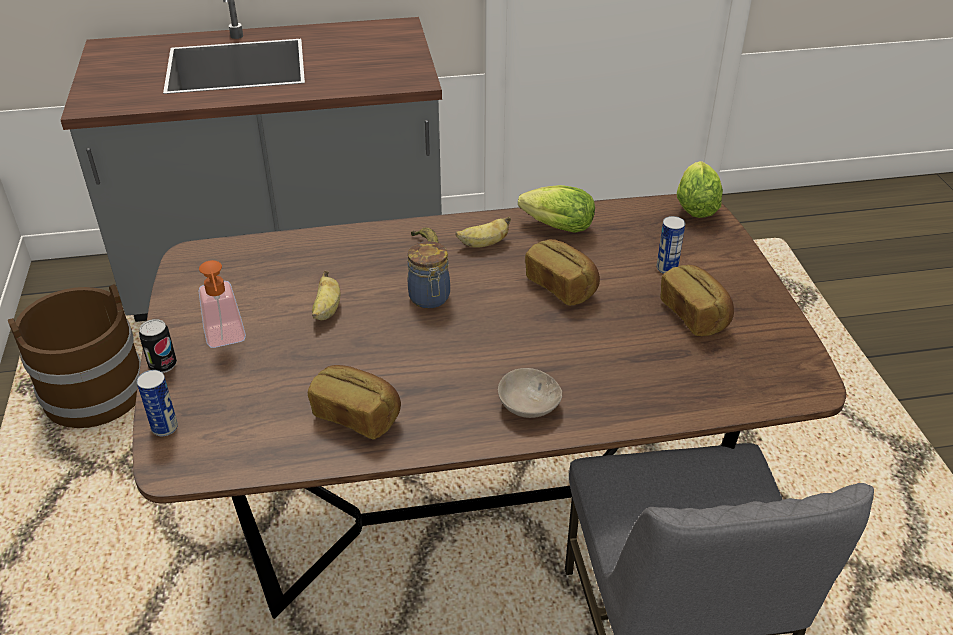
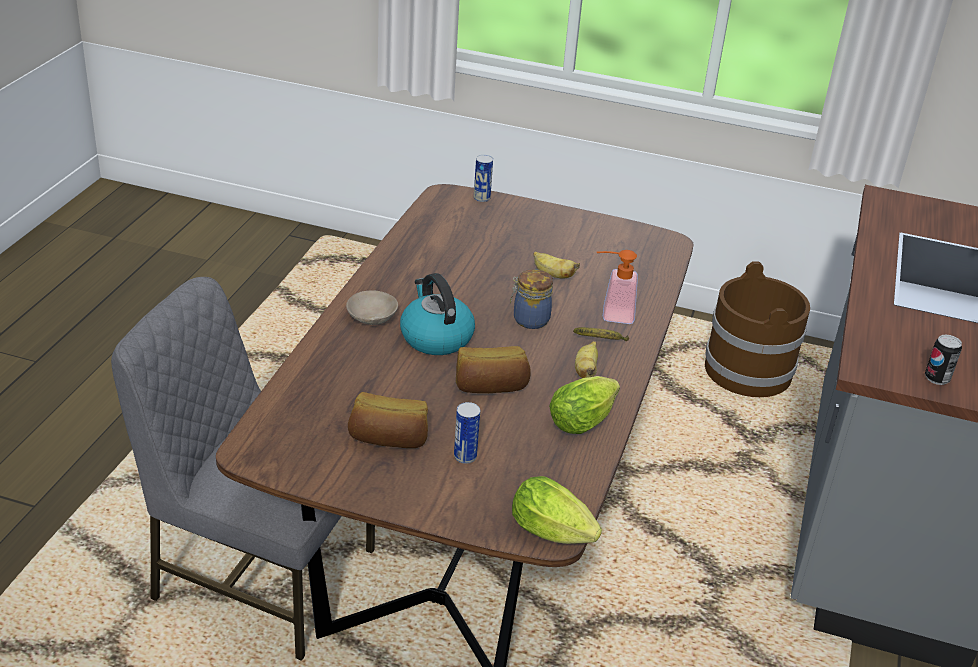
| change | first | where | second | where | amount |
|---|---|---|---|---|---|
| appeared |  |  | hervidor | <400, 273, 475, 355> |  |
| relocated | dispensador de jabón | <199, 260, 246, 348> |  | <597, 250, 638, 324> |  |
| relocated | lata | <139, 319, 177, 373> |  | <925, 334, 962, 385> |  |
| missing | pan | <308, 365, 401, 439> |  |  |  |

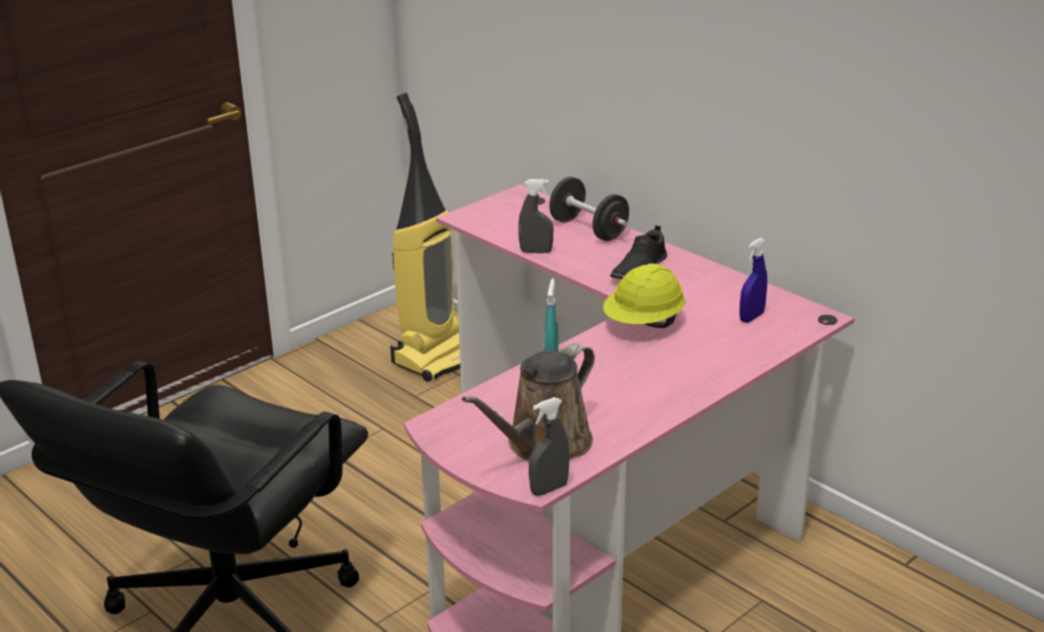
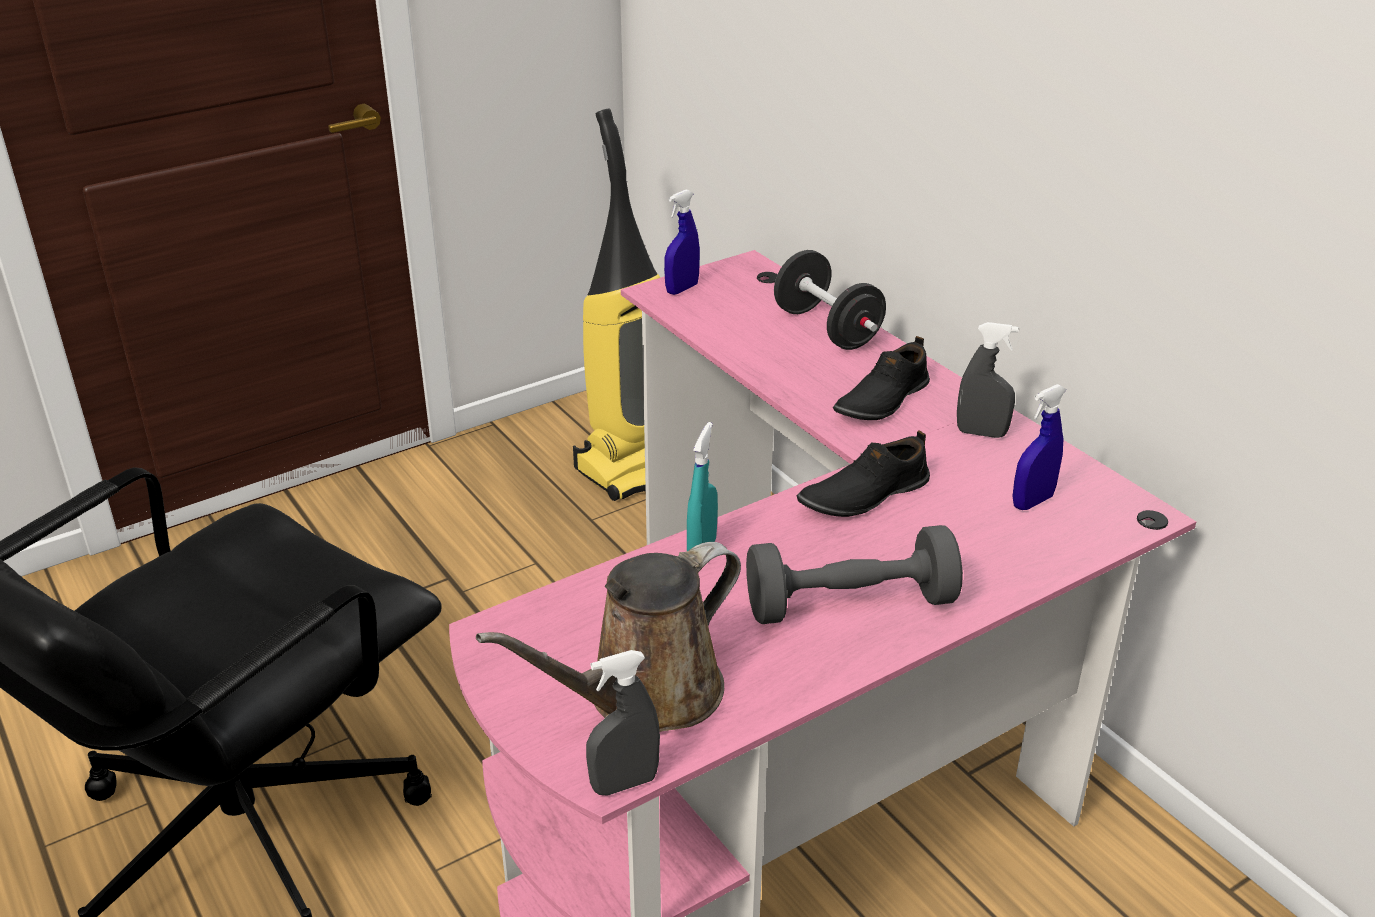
| change | first | where | second | where | amount |
|---|---|---|---|---|---|
| appeared |  |  | pulverizador (azul) | <664, 190, 700, 295> |  |
| appeared |  |  | mancuerna (gris) | <746, 525, 963, 624> |  |
| exchanged | casco (amarillo) | <603, 263, 685, 328> | zapato (negro) | <796, 430, 930, 517> |  |
| relocated | pulverizador (gris) | <518, 179, 553, 254> |  | <957, 322, 1019, 438> |  |

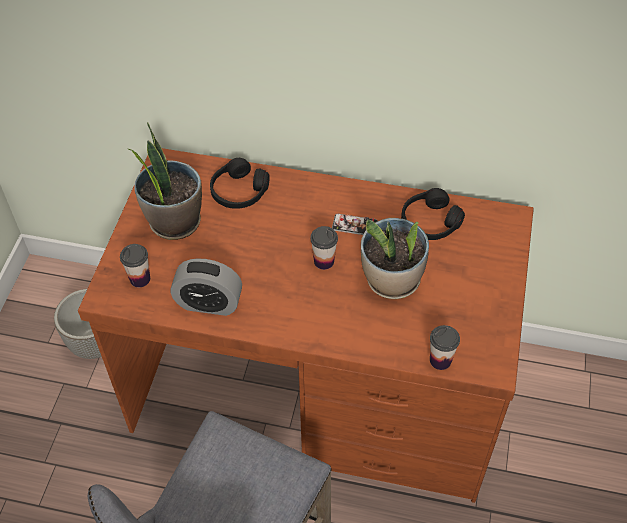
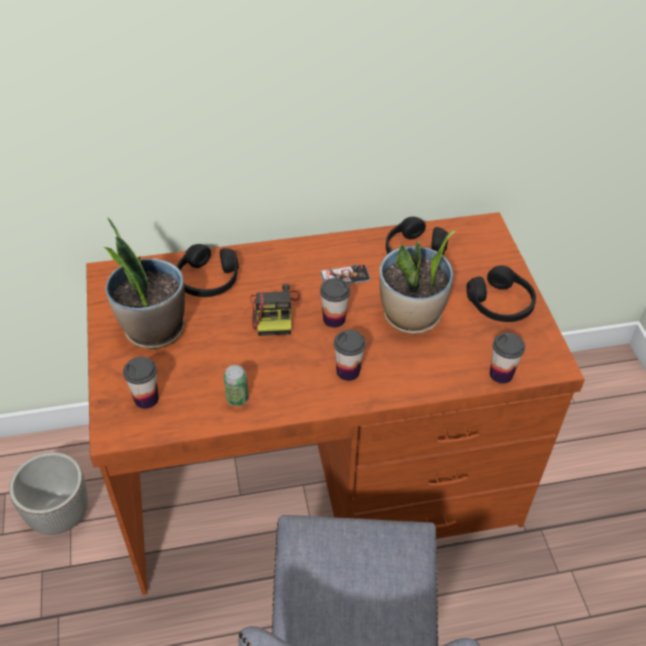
| change | first | where | second | where | amount |
|---|---|---|---|---|---|
| exchanged | despertador | <171, 258, 242, 316> | lata | <224, 365, 249, 406> |  |
| appeared |  |  | cámara | <250, 284, 300, 336> |  |
| appeared |  |  | taza | <334, 330, 366, 381> |  |
| appeared |  |  | auriculares (negro) | <466, 265, 536, 322> |  |

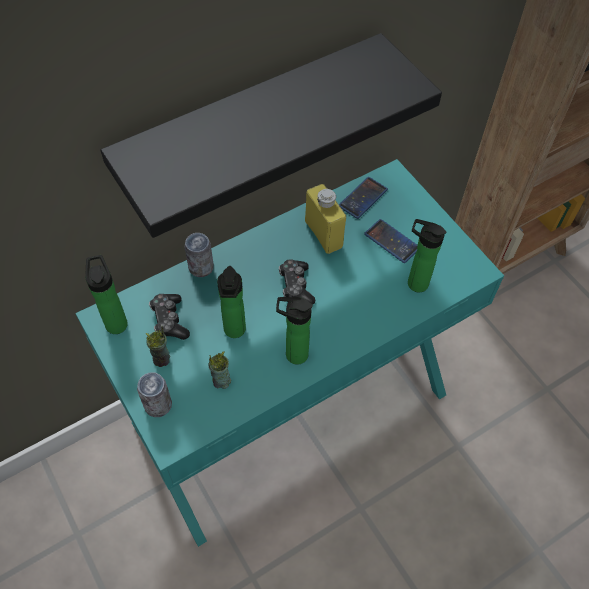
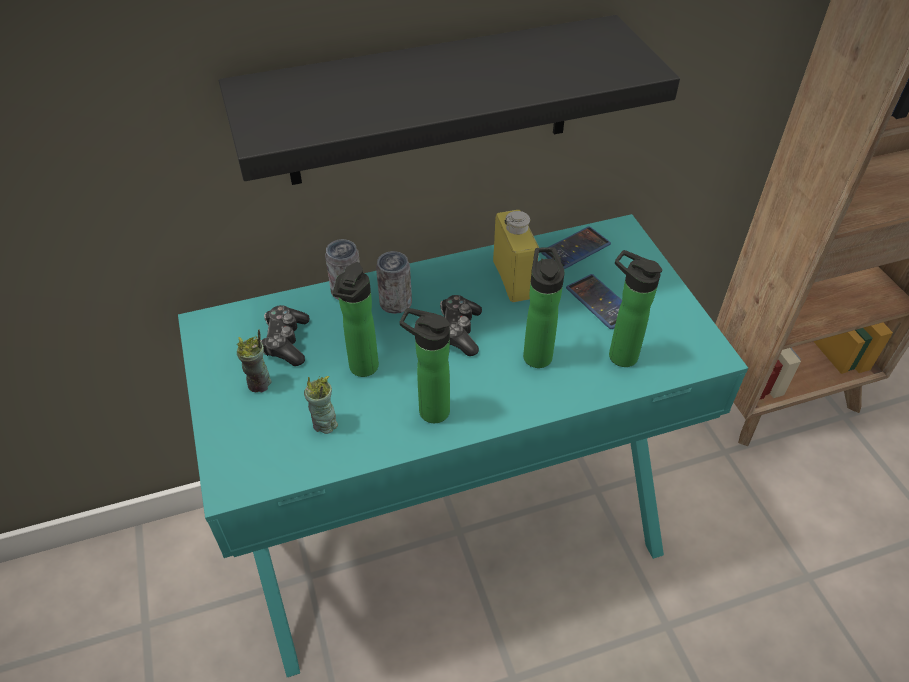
| change | first | where | second | where | amount |
|---|---|---|---|---|---|
| relocated | lata | <137, 372, 172, 417> |  | <376, 251, 412, 314> |  |
| relocated | botella | <85, 255, 128, 334> |  | <523, 247, 565, 368> |  |

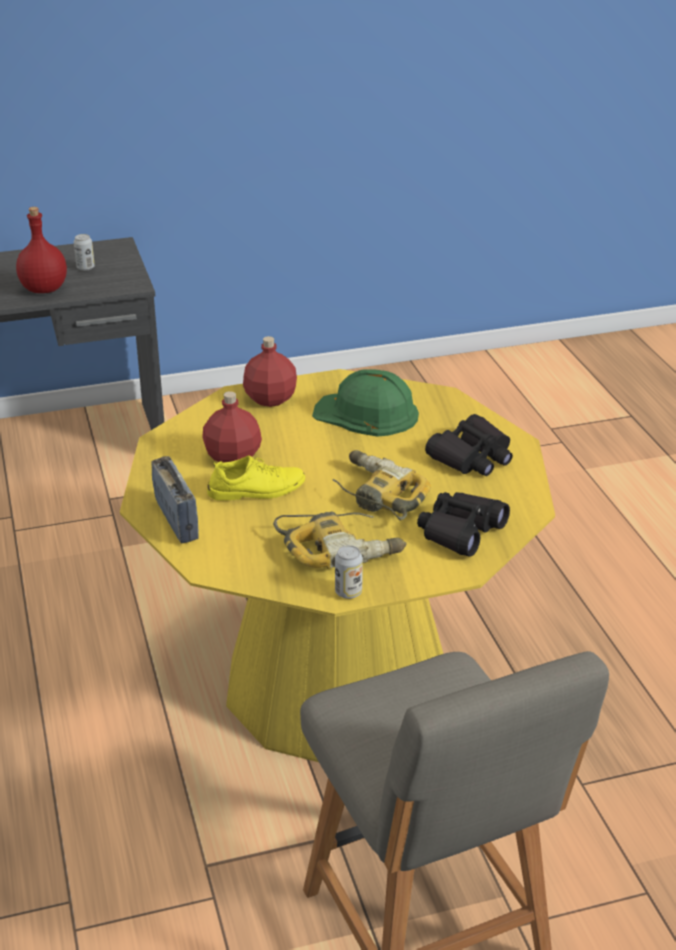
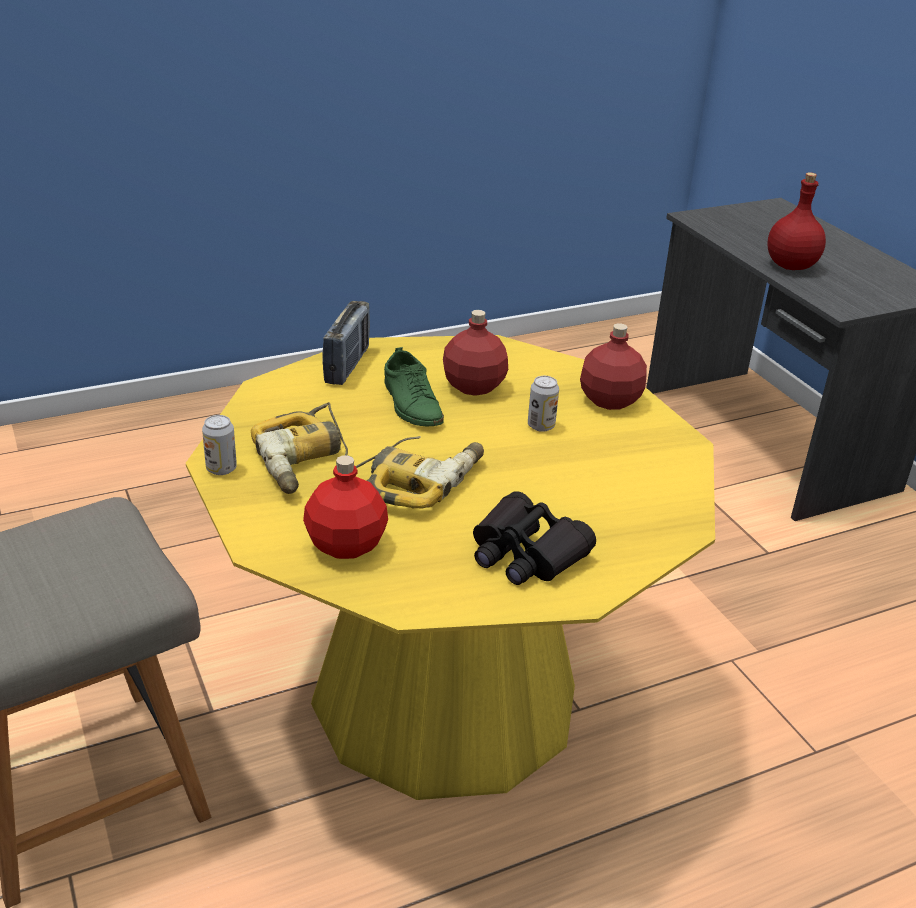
| change | first | where | second | where | amount |
|---|---|---|---|---|---|
| exchanged | prismáticos (negro) | <417, 492, 510, 557> | botella (rojo) | <303, 455, 388, 559> |  |
| spun | radio | <151, 456, 198, 543> |  | <322, 301, 370, 385> | 45 degrees counterclockwise |
| colour | zapato (amarillo) | <207, 455, 305, 500> | zapato (verde) | <384, 347, 444, 426> |  |
| relocated | lata | <74, 234, 95, 271> |  | <528, 376, 559, 432> |  |
| missing | casco (verde) | <312, 369, 419, 437> |  |  |  |

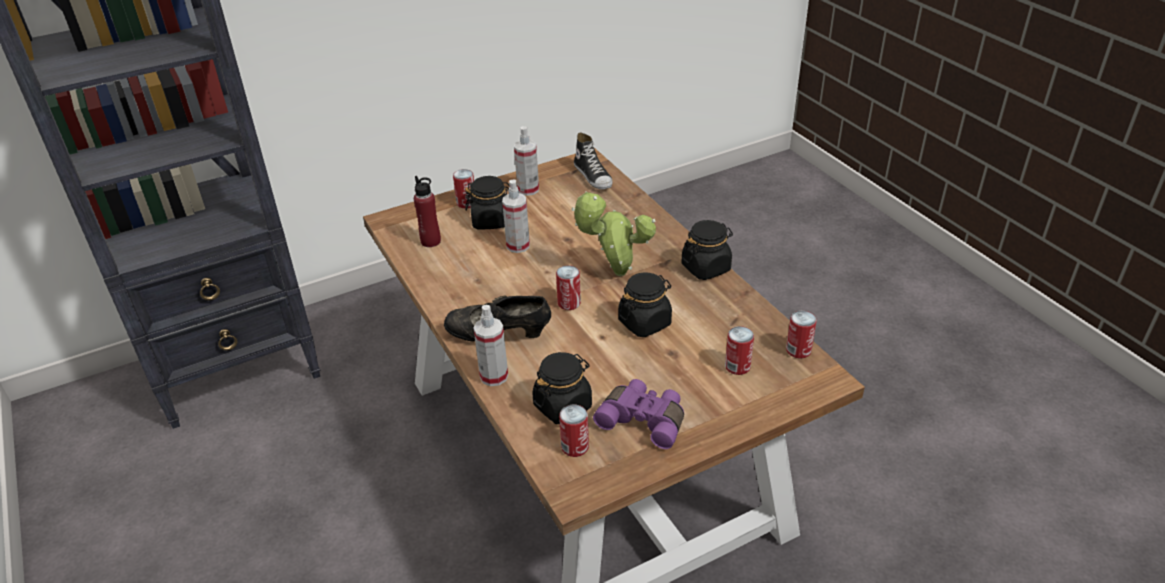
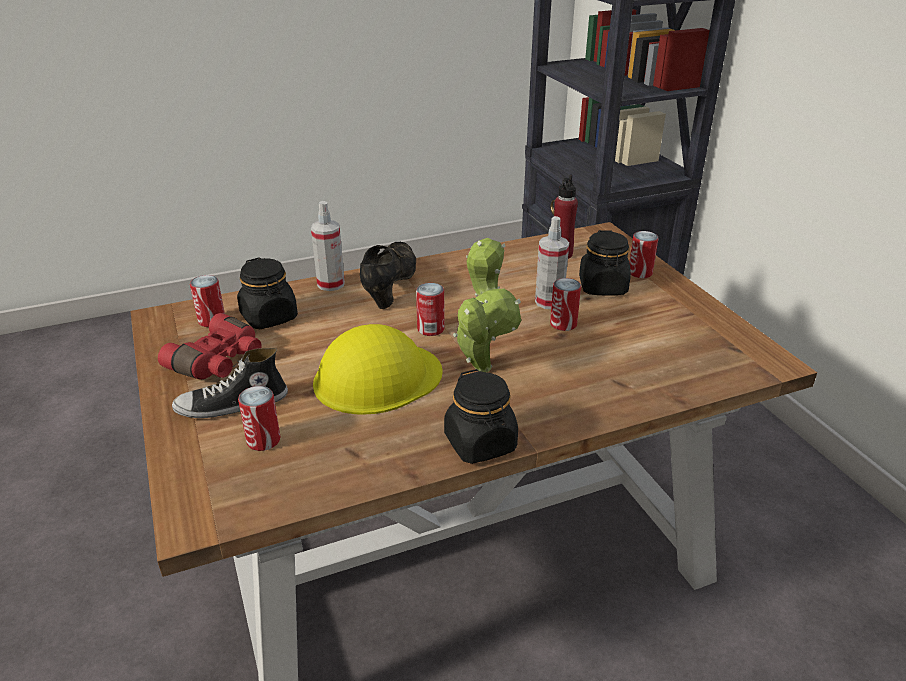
| change | first | where | second | where | amount |
|---|---|---|---|---|---|
| colour | prismáticos (morado) | <593, 379, 684, 449> | prismáticos (rojo) | <158, 313, 262, 379> |  |
| relocated | zapato | <574, 132, 613, 189> |  | <172, 348, 288, 418> |  |
| exchanged | tarro (negro) | <618, 272, 672, 337> | casco (amarillo) | <313, 324, 442, 415> |  |
| relocated | lata | <786, 311, 817, 359> |  | <550, 278, 581, 331> |  |
| missing | pulverizador | <514, 126, 539, 196> |  |  |  |

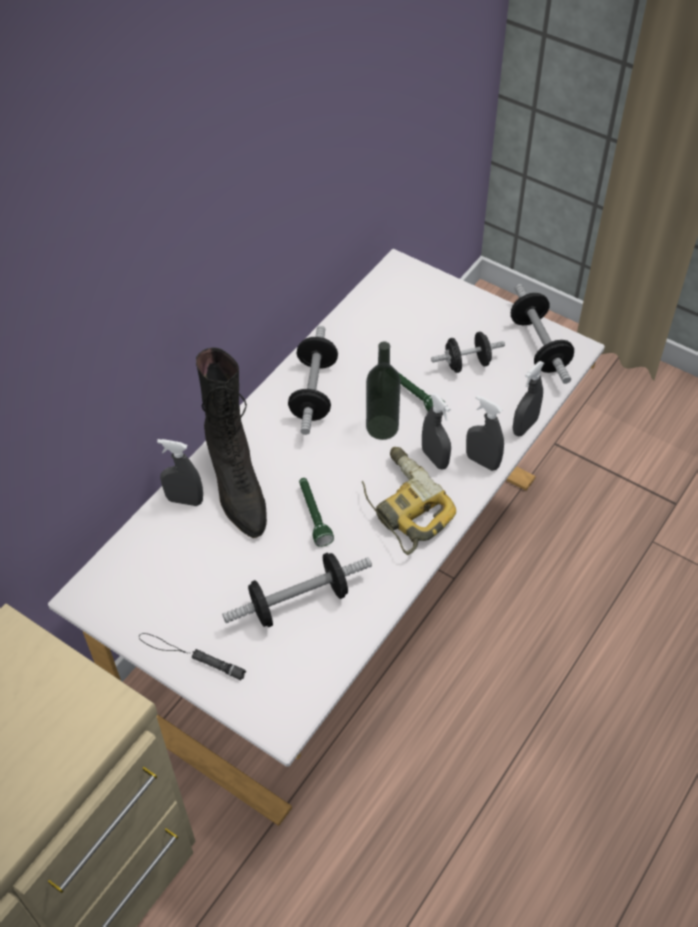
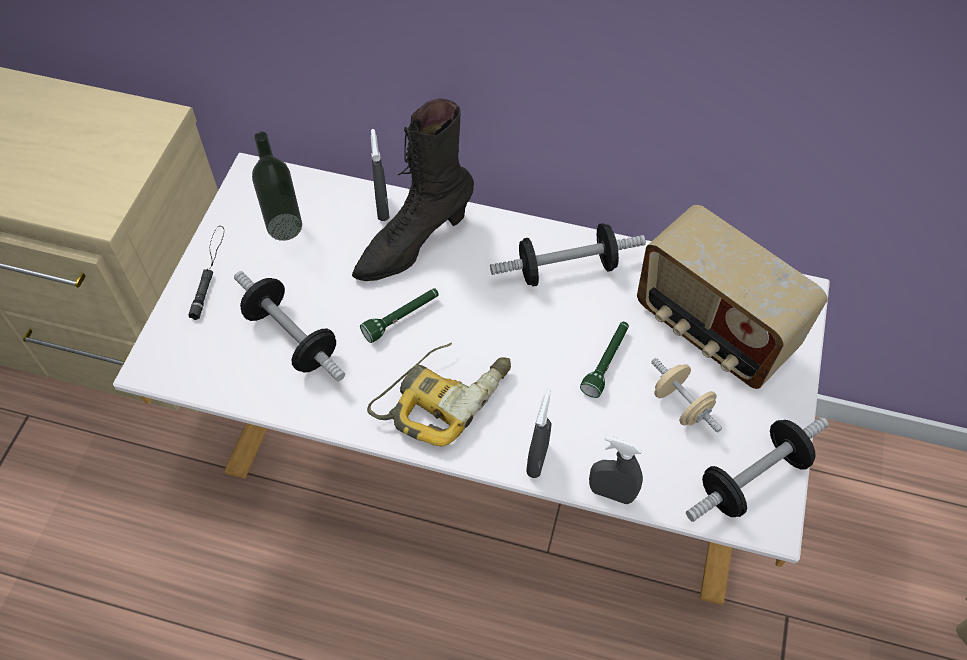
| change | first | where | second | where | amount |
|---|---|---|---|---|---|
| relocated | botella | <366, 342, 401, 440> |  | <252, 131, 302, 241> |  |
| appeared |  |  | radio | <637, 205, 828, 389> |  |
| colour | mancuerna (negro) | <431, 332, 505, 373> | mancuerna (beis) | <651, 358, 722, 432> |  |
| missing | pulverizador (gris) | <422, 393, 451, 470> |  |  |  |

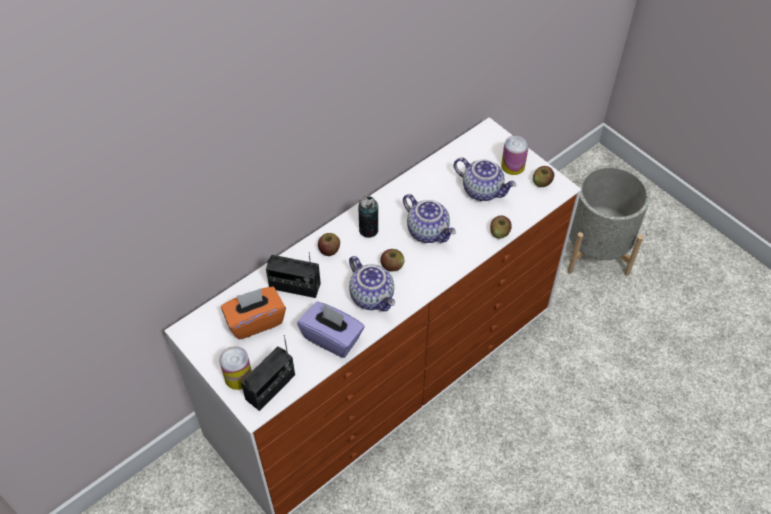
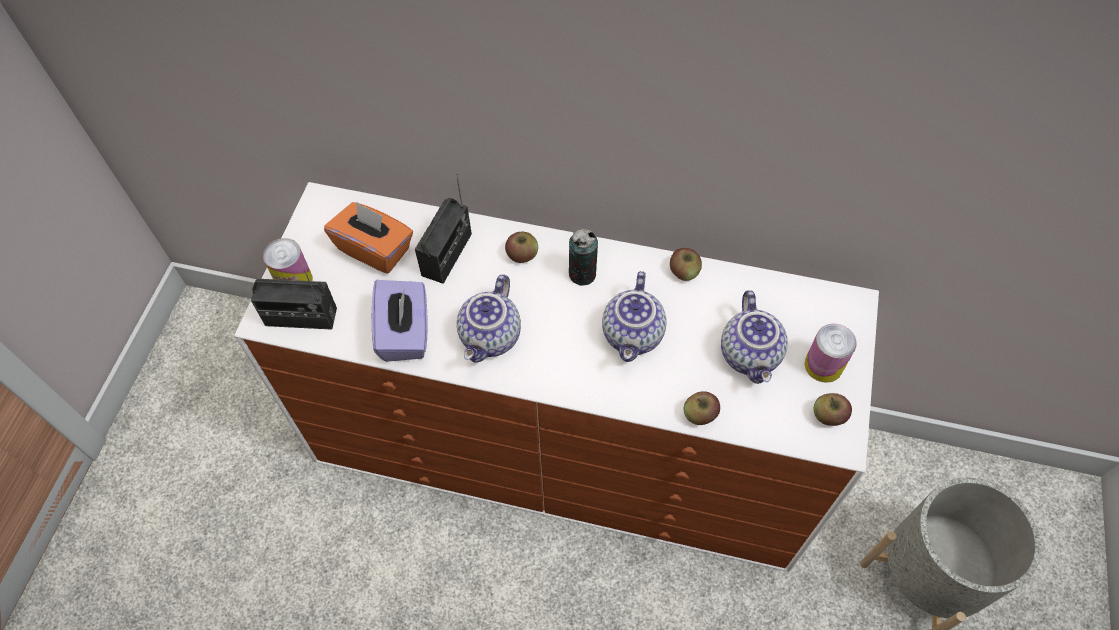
| change | first | where | second | where | amount |
|---|---|---|---|---|---|
| spun | radio | <266, 255, 321, 298> |  | <415, 173, 472, 284> | 135 degrees counterclockwise |
| relocated | manzana | <380, 249, 404, 271> |  | <670, 248, 702, 281> |  |

